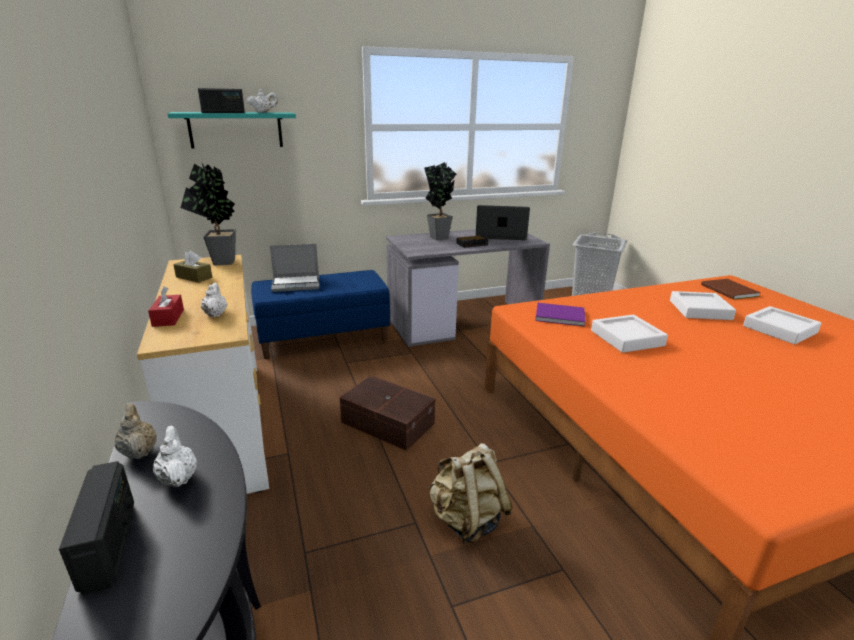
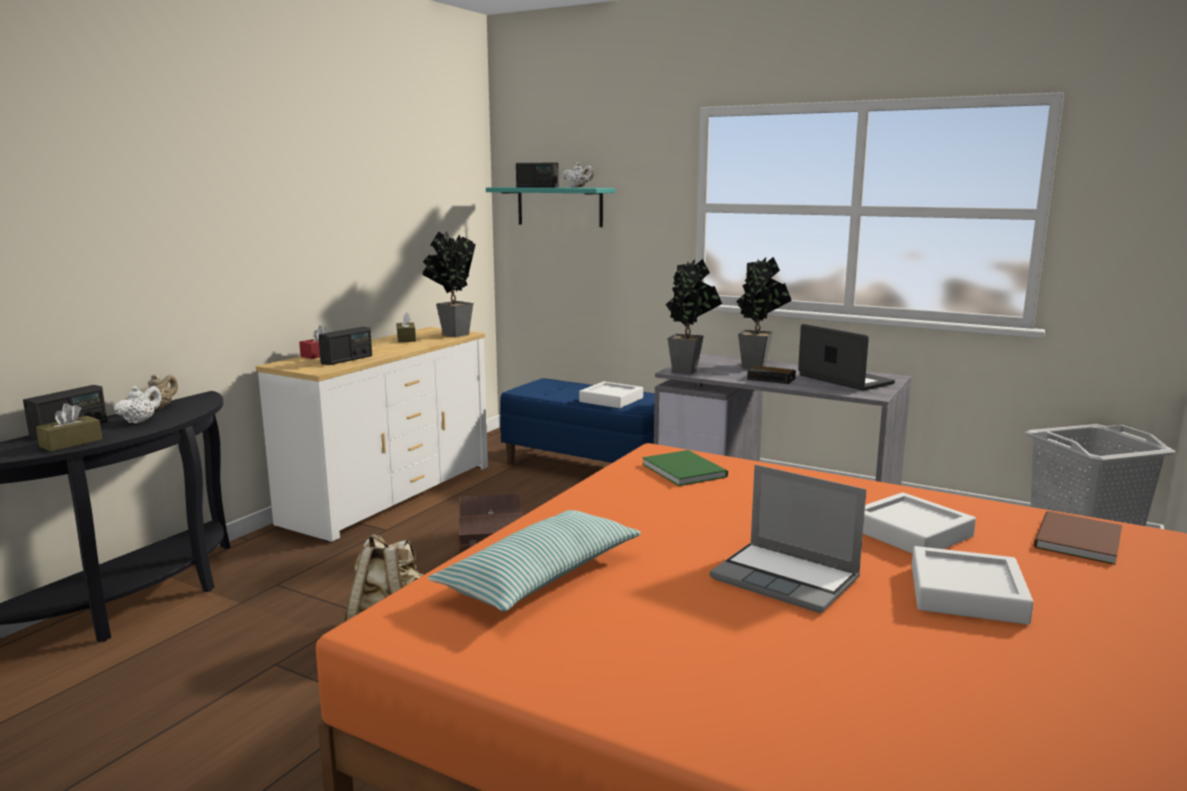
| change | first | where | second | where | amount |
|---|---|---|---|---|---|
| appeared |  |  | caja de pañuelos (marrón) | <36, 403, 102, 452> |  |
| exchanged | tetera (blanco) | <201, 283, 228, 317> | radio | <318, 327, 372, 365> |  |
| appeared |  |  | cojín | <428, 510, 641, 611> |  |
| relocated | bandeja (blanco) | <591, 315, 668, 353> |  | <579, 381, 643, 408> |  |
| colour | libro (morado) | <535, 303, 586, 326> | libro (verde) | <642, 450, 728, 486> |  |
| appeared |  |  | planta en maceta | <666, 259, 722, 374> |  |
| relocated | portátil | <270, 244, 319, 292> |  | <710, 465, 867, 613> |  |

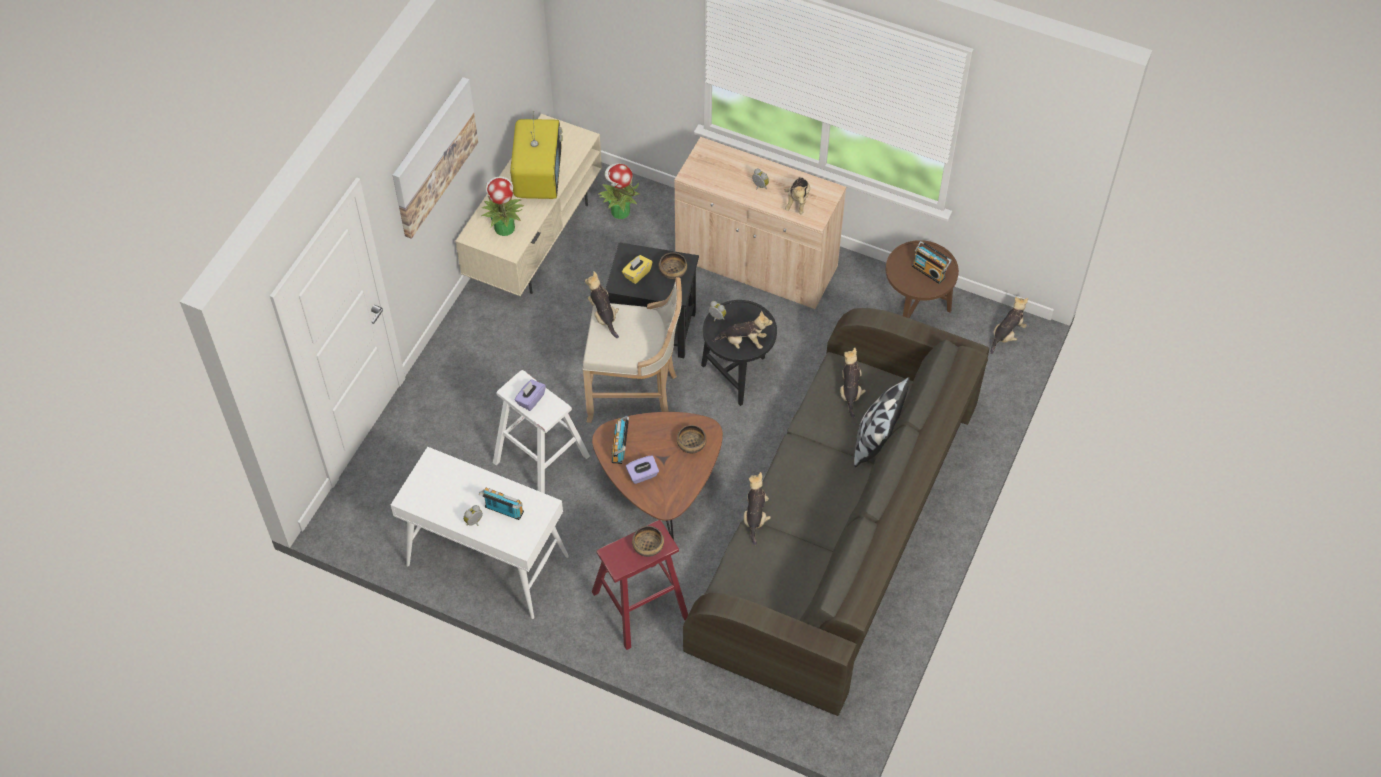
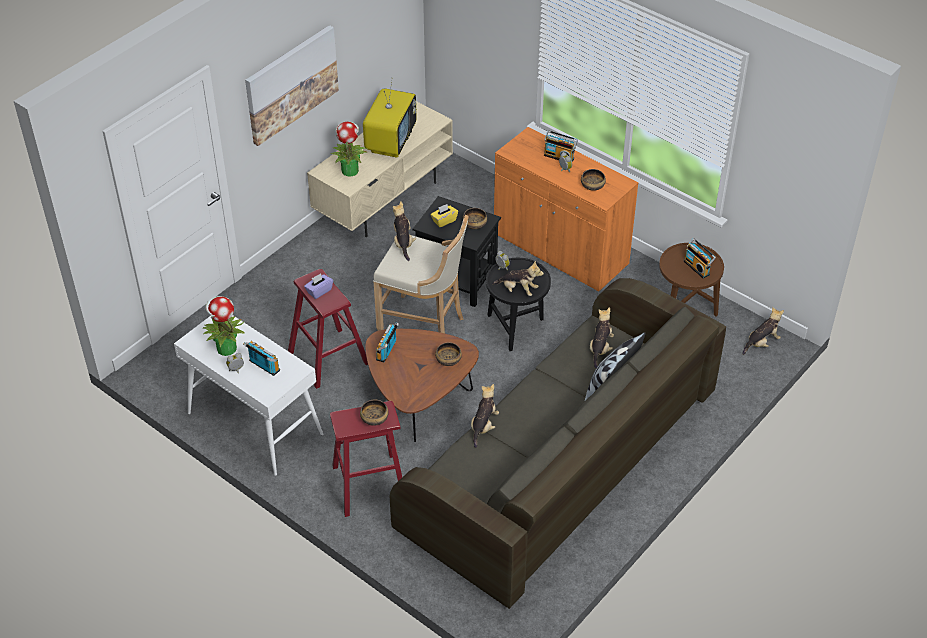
| change | first | where | second | where | amount |
|---|---|---|---|---|---|
| relocated | planta en maceta | <598, 163, 640, 219> |  | <203, 296, 245, 356> |  |
| colour | taburete (blanco) | <493, 370, 590, 494> | taburete (rojo) | <288, 269, 368, 389> |  |
| colour | armario (beis) | <674, 137, 846, 309> | armario (naranja) | <494, 127, 638, 292> |  |
| appeared |  |  | radio | <544, 130, 578, 162> |  |
| exchanged | peluche | <785, 177, 810, 214> | cuenco | <581, 169, 606, 191> |  |
| missing | caja de pañuelos (morado) | <626, 455, 659, 484> |  |  |  |

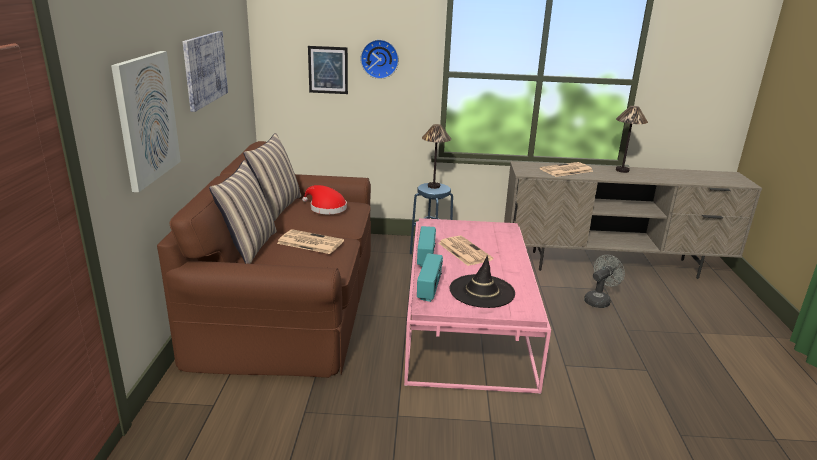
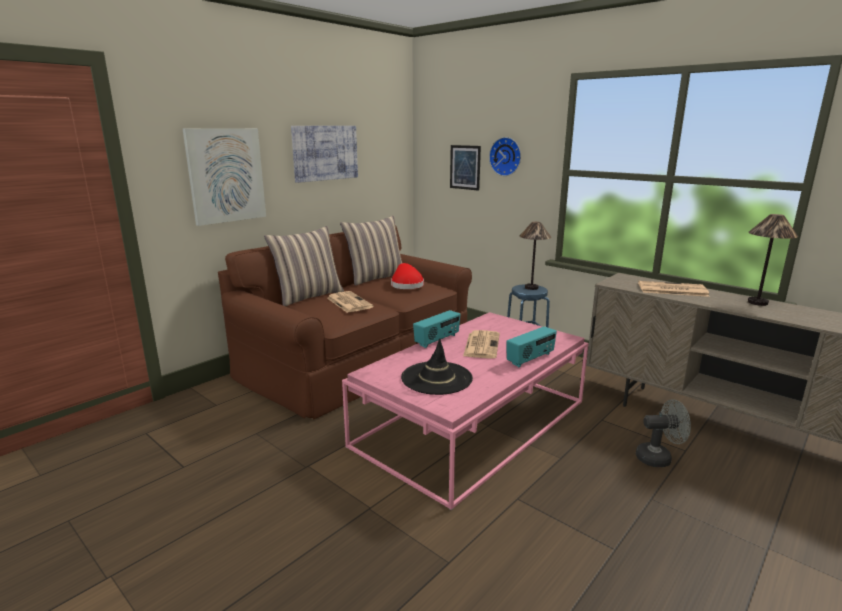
| change | first | where | second | where | amount |
|---|---|---|---|---|---|
| relocated | radio | <417, 254, 443, 302> |  | <506, 326, 557, 367> |  |

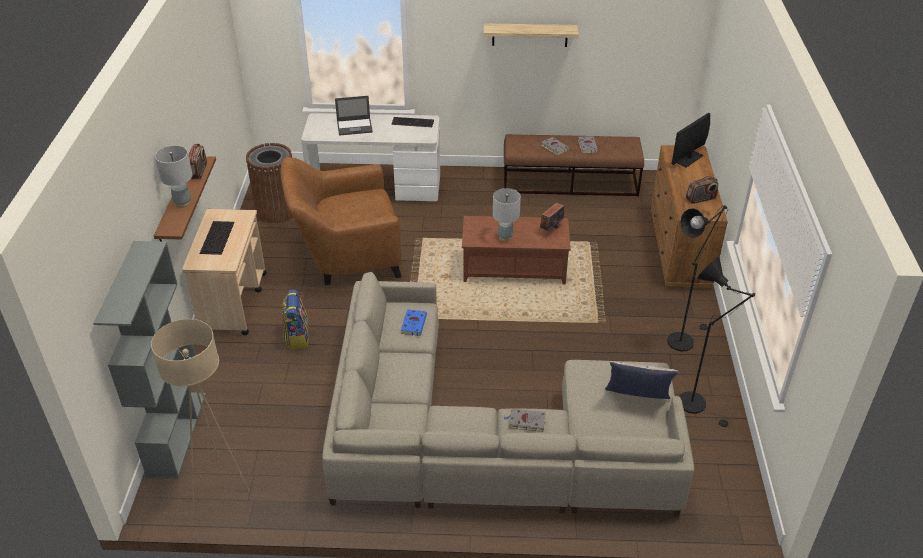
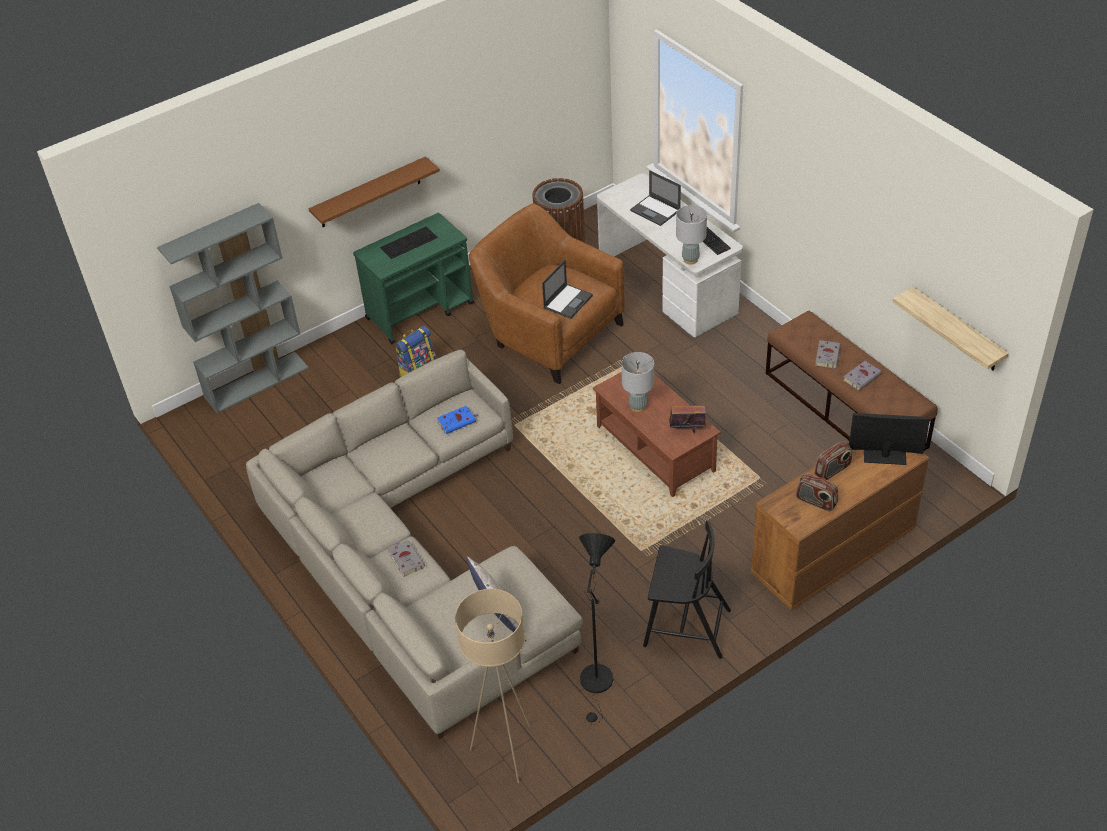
| change | first | where | second | where | amount |
|---|---|---|---|---|---|
| colour | carrito (beis) | <182, 209, 266, 335> | carrito (verde) | <353, 213, 474, 344> |  |
| relocated | lámpara de pie (beis) | <151, 319, 250, 503> |  | <455, 589, 531, 783> |  |
| appeared |  |  | portátil | <542, 260, 593, 319> |  |
| exchanged | lámpara de pie (negro) | <667, 205, 727, 351> | silla (negro) | <643, 520, 731, 659> |  |
| relocated | lámpara de mesa (gris) | <155, 146, 193, 208> |  | <676, 205, 707, 264> |  |
| relocated | radio | <188, 144, 207, 179> |  | <814, 441, 852, 480> |  |
| relocated | estante | <483, 23, 579, 47> |  | <892, 287, 1009, 371> |  |

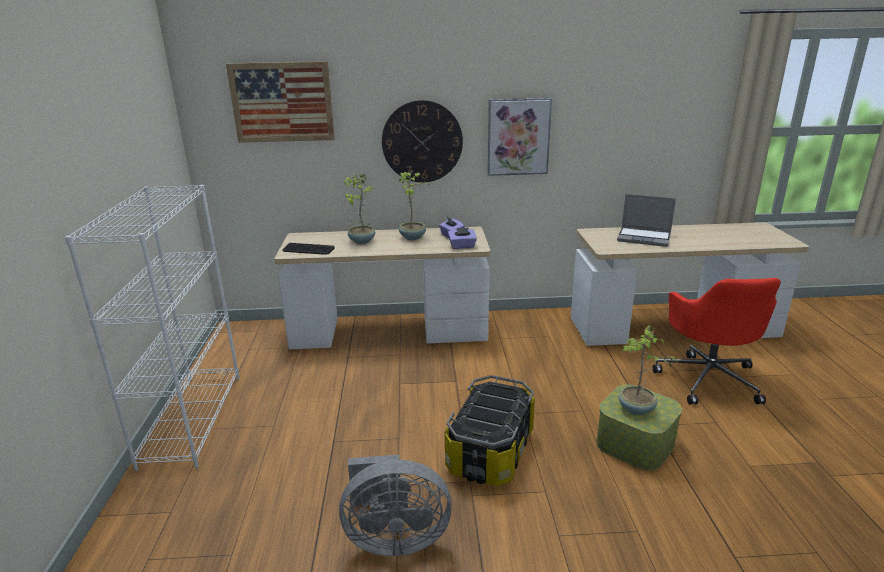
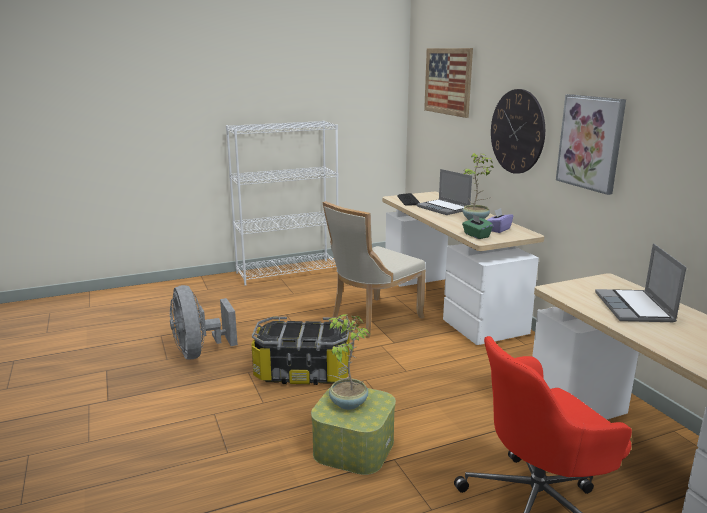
| change | first | where | second | where | amount |
|---|---|---|---|---|---|
| appeared |  |  | silla (beis) | <322, 201, 426, 338> |  |
| exchanged | planta en maceta | <344, 174, 375, 244> | portátil | <417, 169, 472, 215> |  |
| colour | caja de pañuelos (morado) | <448, 227, 477, 249> | caja de pañuelos (verde) | <462, 214, 493, 239> |  |

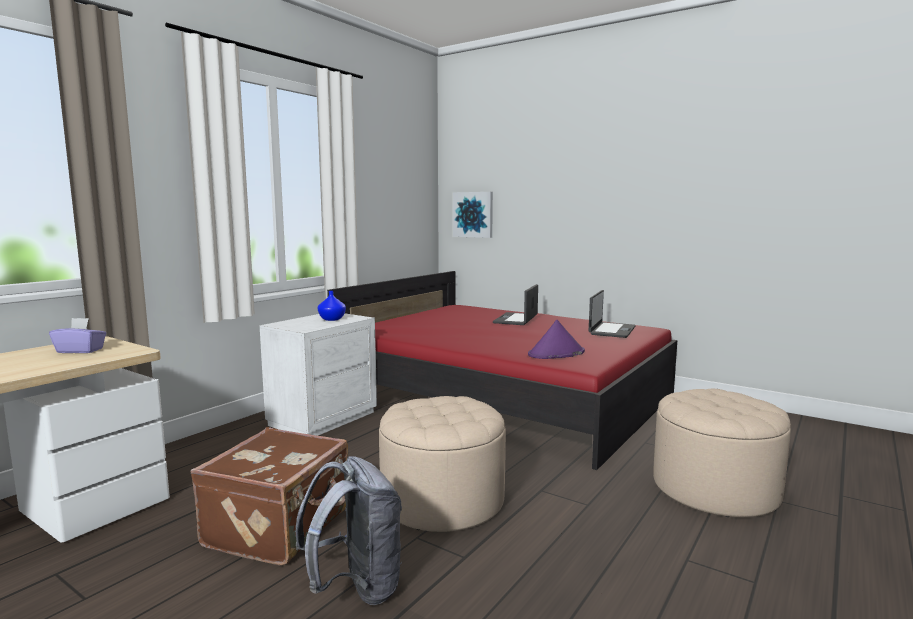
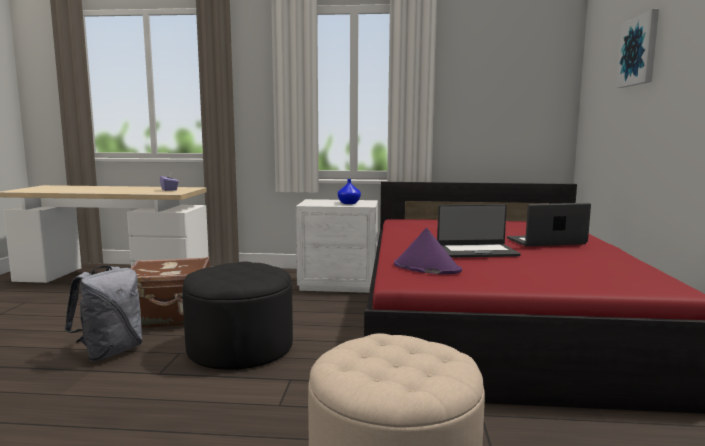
| change | first | where | second | where | amount |
|---|---|---|---|---|---|
| colour | puf (beis) | <379, 396, 506, 532> | puf (negro) | <182, 261, 293, 370> |  |
| relocated | portátil | <589, 290, 636, 338> |  | <437, 204, 521, 258> |  |
| relocated | cuadro | <453, 192, 493, 238> |  | <616, 9, 659, 88> |  |

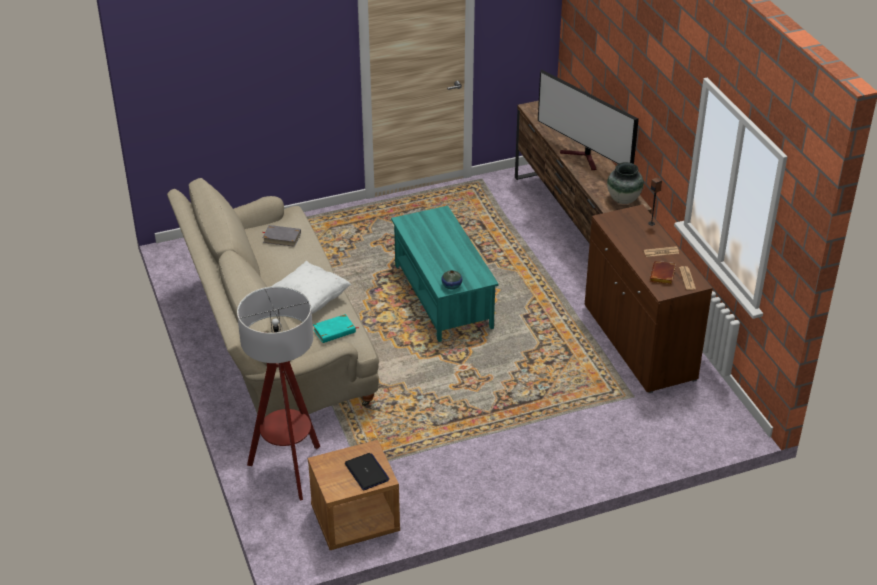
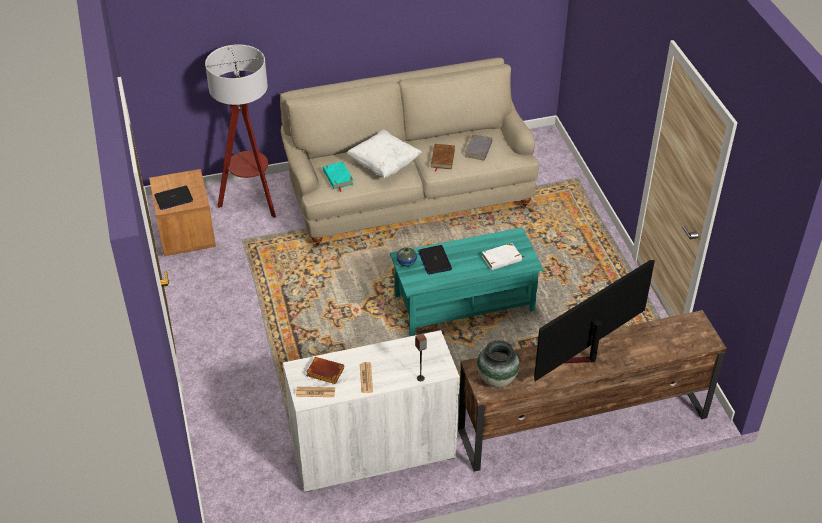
| change | first | where | second | where | amount |
|---|---|---|---|---|---|
| colour | armario (marrón) | <585, 204, 713, 393> | armario (blanco) | <283, 330, 460, 493> |  |
| appeared |  |  | portátil | <418, 245, 452, 275> |  |
| appeared |  |  | libro (marrón) | <431, 144, 455, 172> |  |
| appeared |  |  | libro (blanco) | <482, 243, 524, 270> |  |

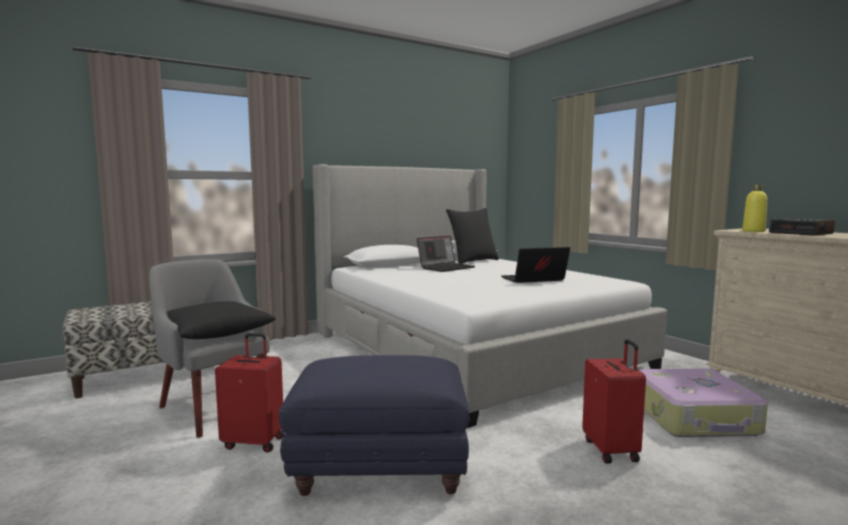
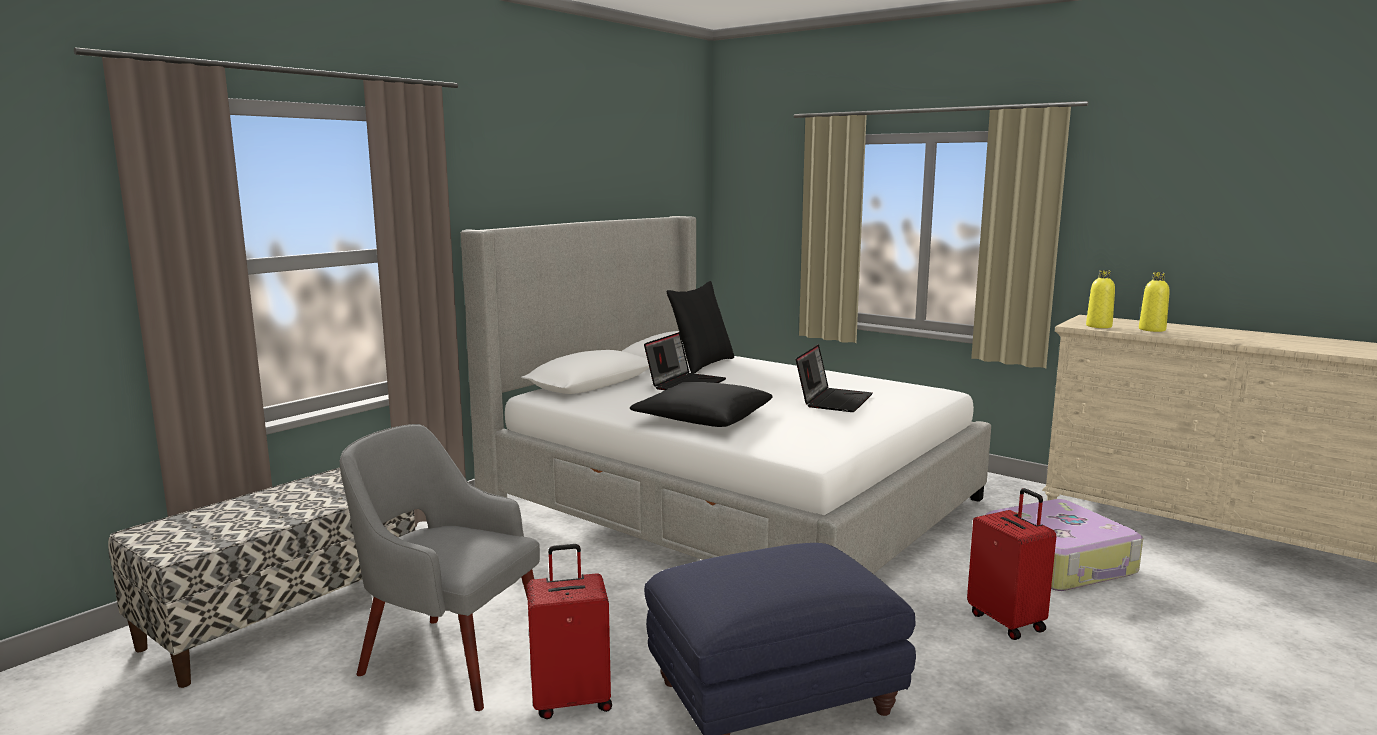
| change | first | where | second | where | amount |
|---|---|---|---|---|---|
| relocated | cojín (negro) | <152, 301, 276, 339> |  | <630, 382, 773, 427> |  |
| spun | portátil | <501, 247, 570, 283> |  | <796, 344, 873, 412> | 150 degrees clockwise |
| exchanged | despertador | <769, 218, 835, 236> | botella (amarillo) | <1139, 272, 1170, 332> |  |

